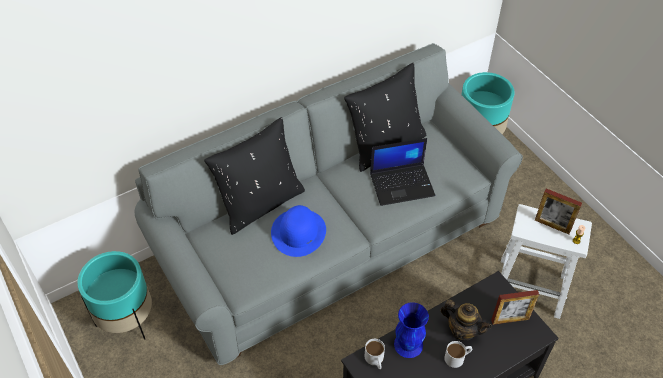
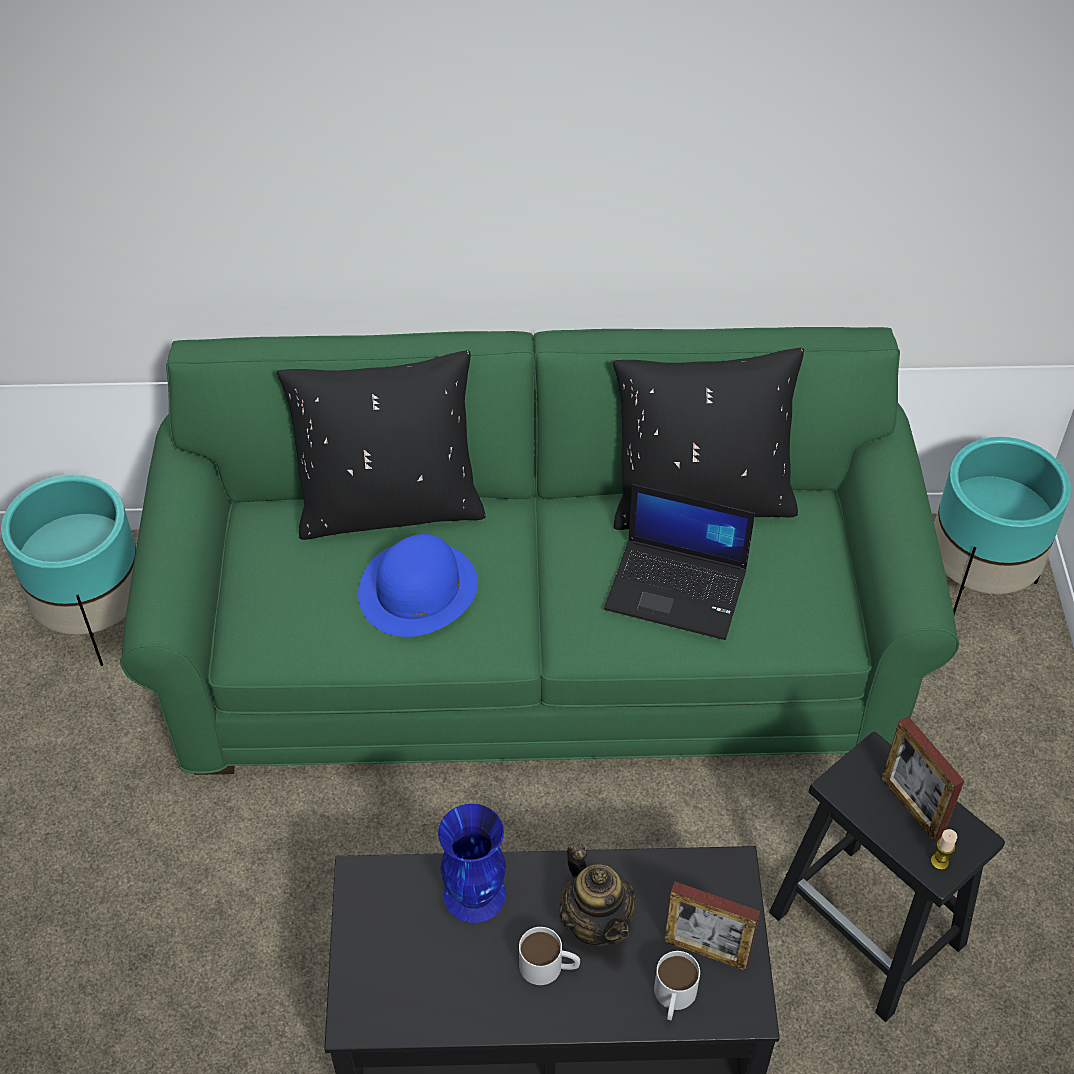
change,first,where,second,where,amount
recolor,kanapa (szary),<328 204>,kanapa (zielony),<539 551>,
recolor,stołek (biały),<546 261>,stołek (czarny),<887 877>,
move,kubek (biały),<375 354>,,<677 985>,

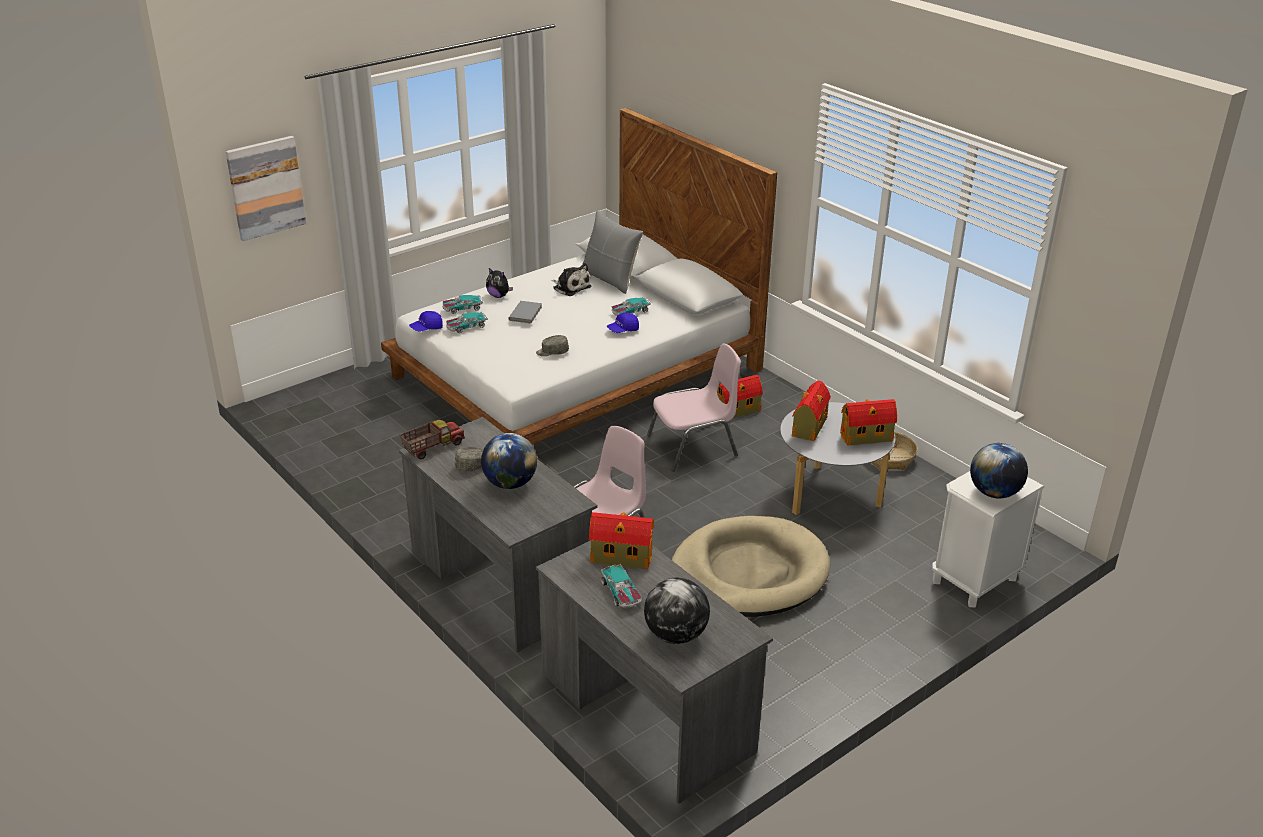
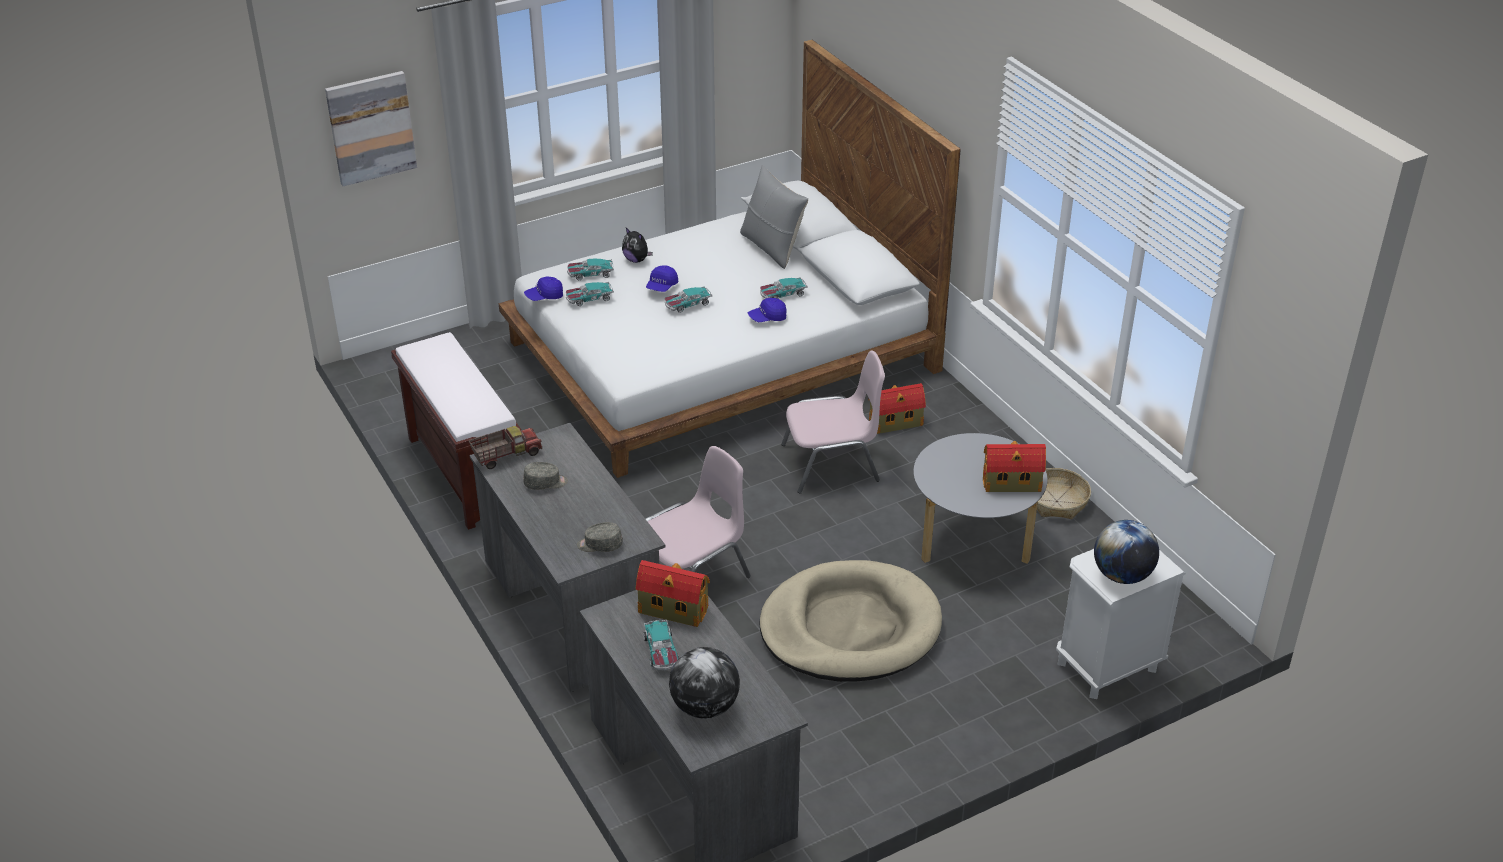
change,first,where,second,where,amount
delete,pluszak,<571 279>,,,
replace,książka (szary),<525 312>,czapka z daszkiem (niebieski),<662 278>,
move,czapka z daszkiem (szary),<552 345>,,<600 537>,
delete,domek,<811 411>,,,
delete,globus,<509 461>,,,
insert,,,samochodzik,<688 299>,
insert,,,ławka (brązowy),<456 431>,

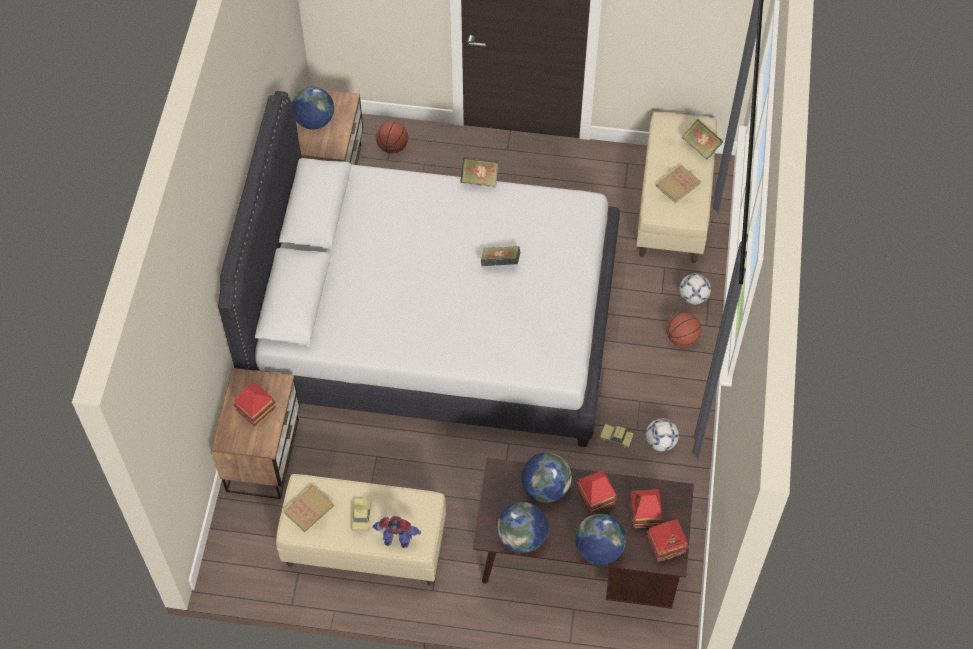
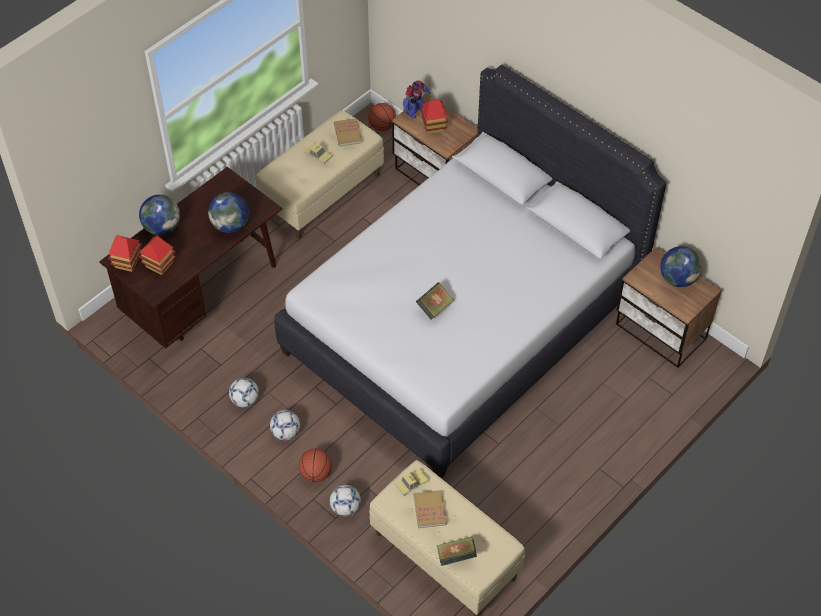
change,first,where,second,where,amount
move,piłka do koszykówki,<392 137>,,<382 117>,
delete,książka,<479 172>,,,
move,samochodzik,<617 436>,,<411 482>,
delete,domek,<597 492>,,,
delete,globus,<522 527>,,,
move,robot zabawkowy,<397 532>,,<416 99>,
insert,,,piłka futbolowa,<285 425>,

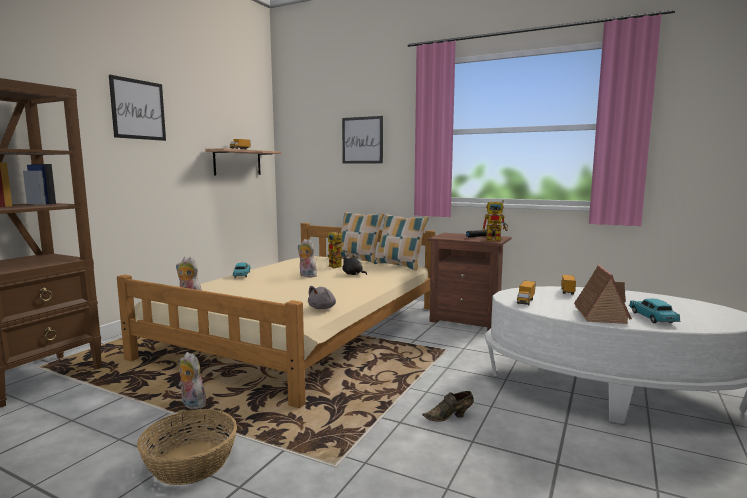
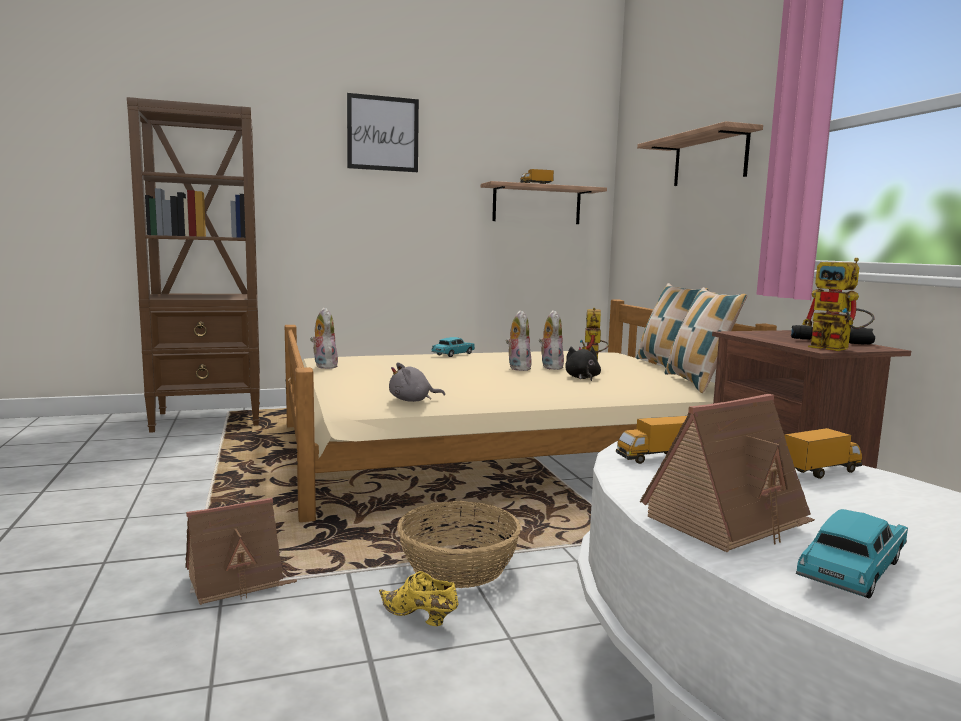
change,first,where,second,where,amount
replace,obraz,<362 140>,półka,<700 153>,
move,pluszak,<192 380>,,<551 340>,
recolor,but (brązowy),<448 406>,but (żółty),<419 598>,
move,koszyk,<187 447>,,<459 544>,
insert,,,domek,<241 551>,

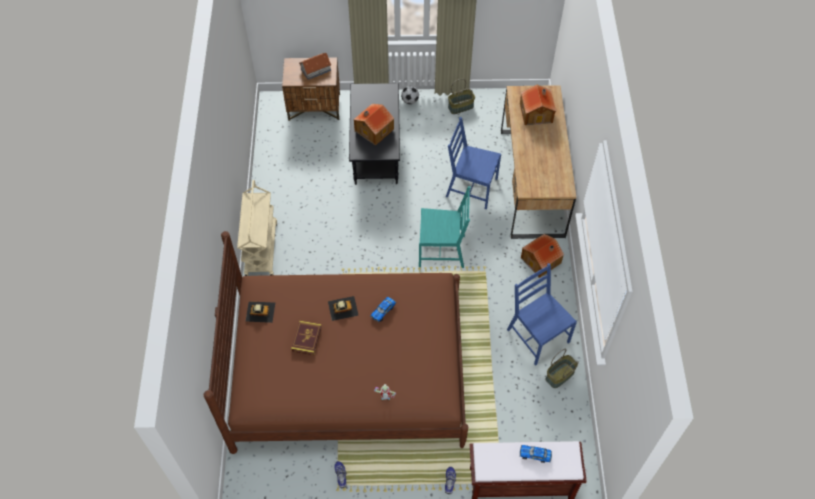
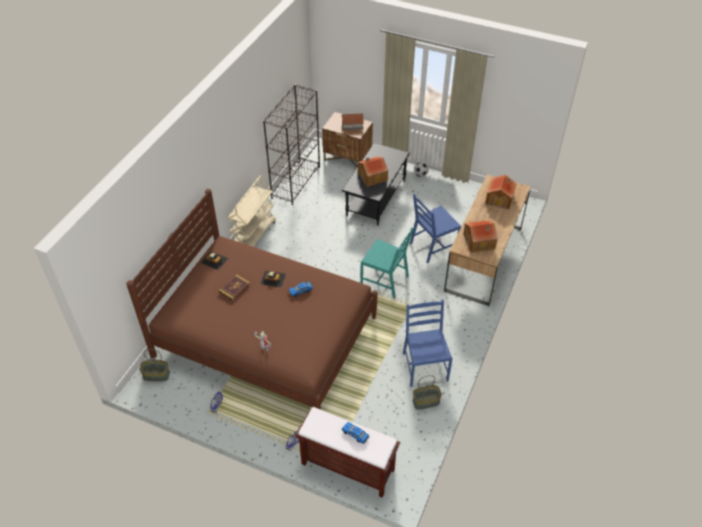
change,first,where,second,where,amount
move,koszyk,<461 96>,,<154 365>,
rotate,krzesło (niebieski),<473 163>,,<435 228>,75 degrees counterclockwise
move,domek,<542 256>,,<480 236>,
insert,,,regał (czarny),<291 144>,

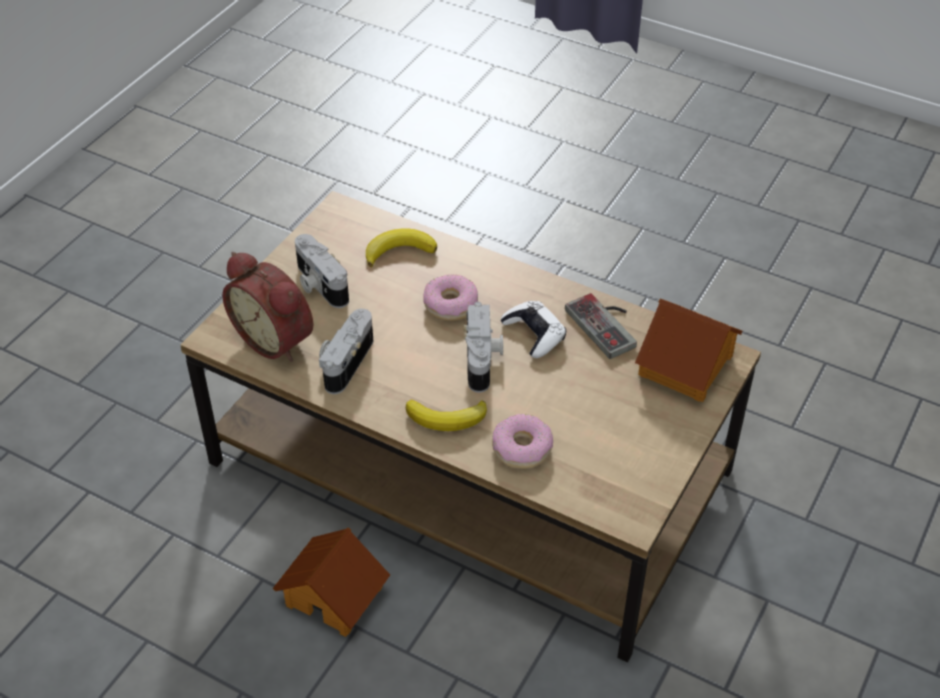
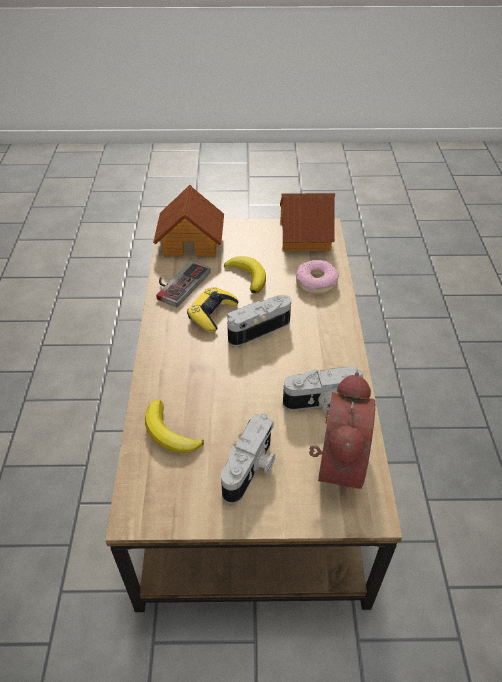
change,first,where,second,where,amount
delete,donut,<450 297>,,,
recolor,pad do gier (biały),<533 329>,pad do gier (żółty),<212 309>,
move,banan,<446 415>,,<245 274>,
move,domek,<331 582>,,<307 222>,

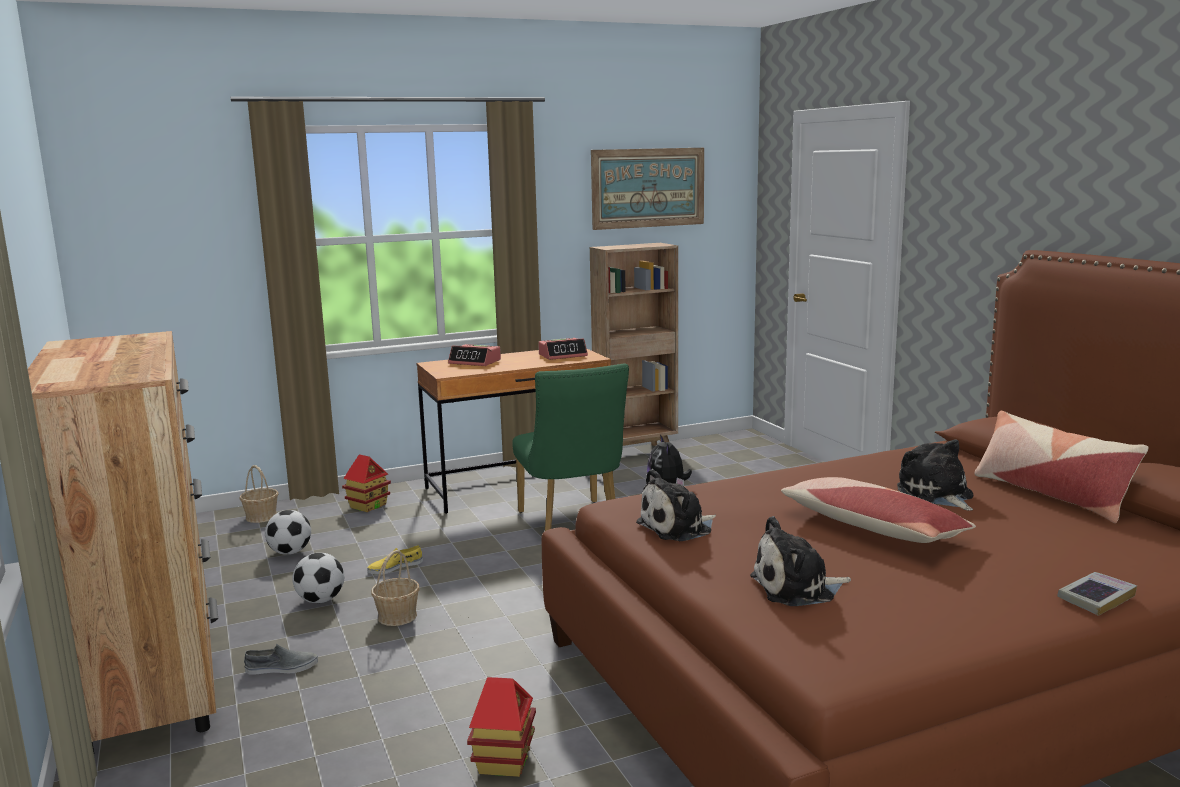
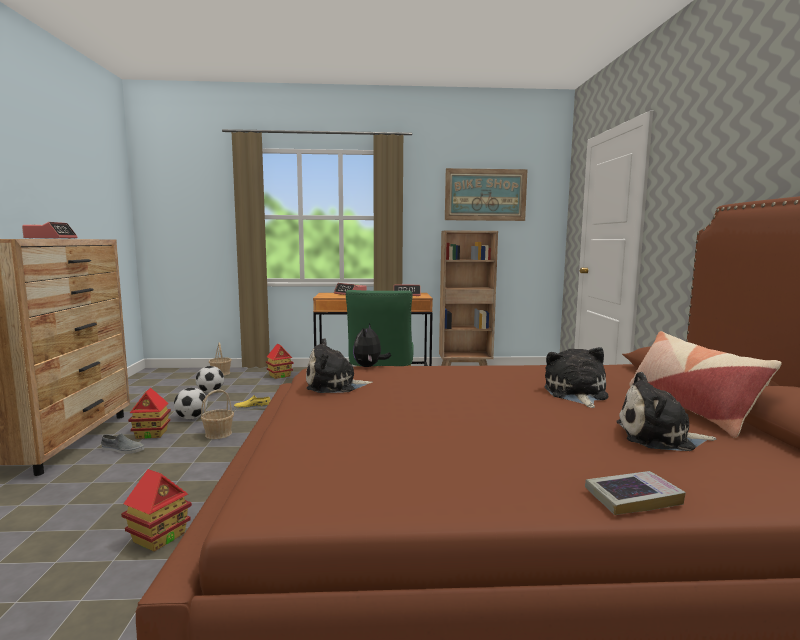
change,first,where,second,where,amount
delete,poduszka,<878 510>,,,
move,pluszak,<800 561>,,<666 411>,
insert,,,budzik,<49 230>,
insert,,,domek,<149 413>,

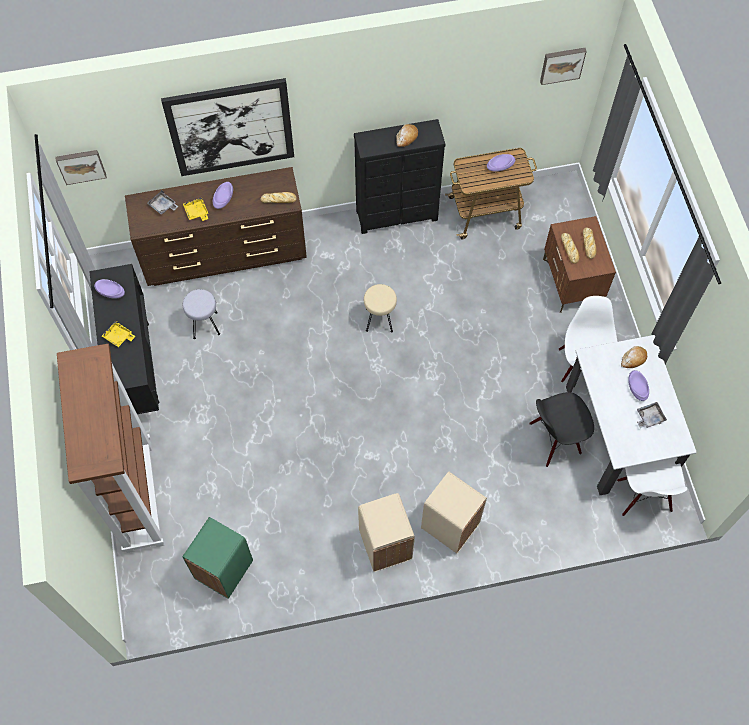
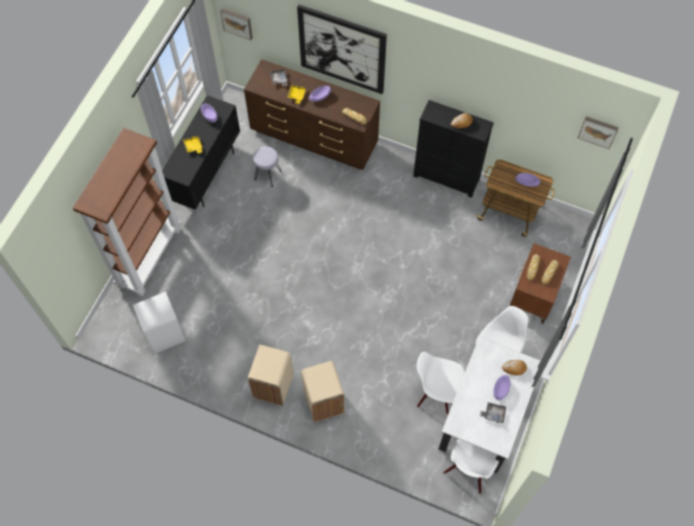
change,first,where,second,where,amount
delete,stołek (beżowy),<380 308>,,,
recolor,krzesło (czarny),<561 429>,krzesło (biały),<441 383>,
recolor,kosz na śmieci (zielony),<217 558>,kosz na śmieci (biały),<159 323>,

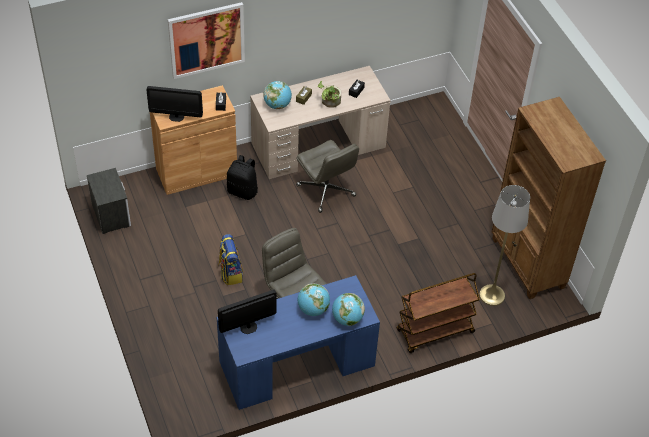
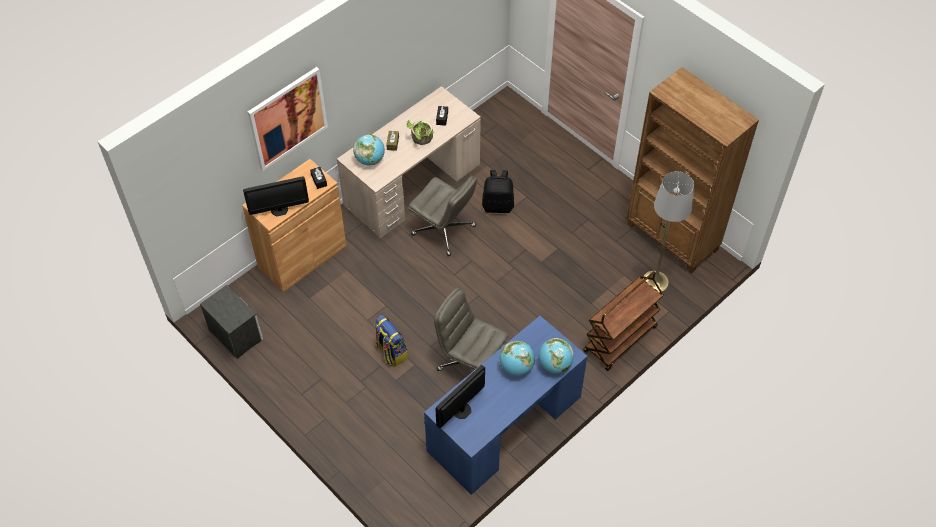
change,first,where,second,where,amount
move,plecak (czarny),<242 177>,,<498 191>,

